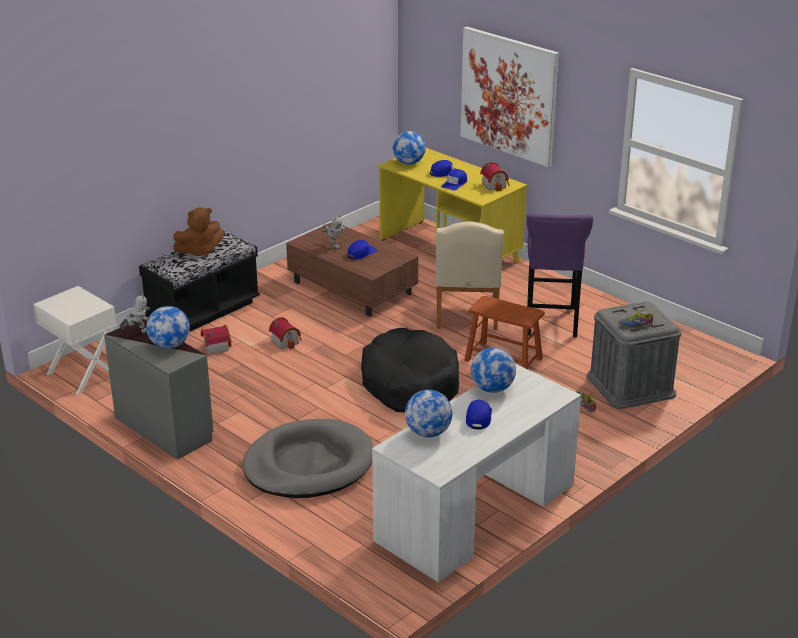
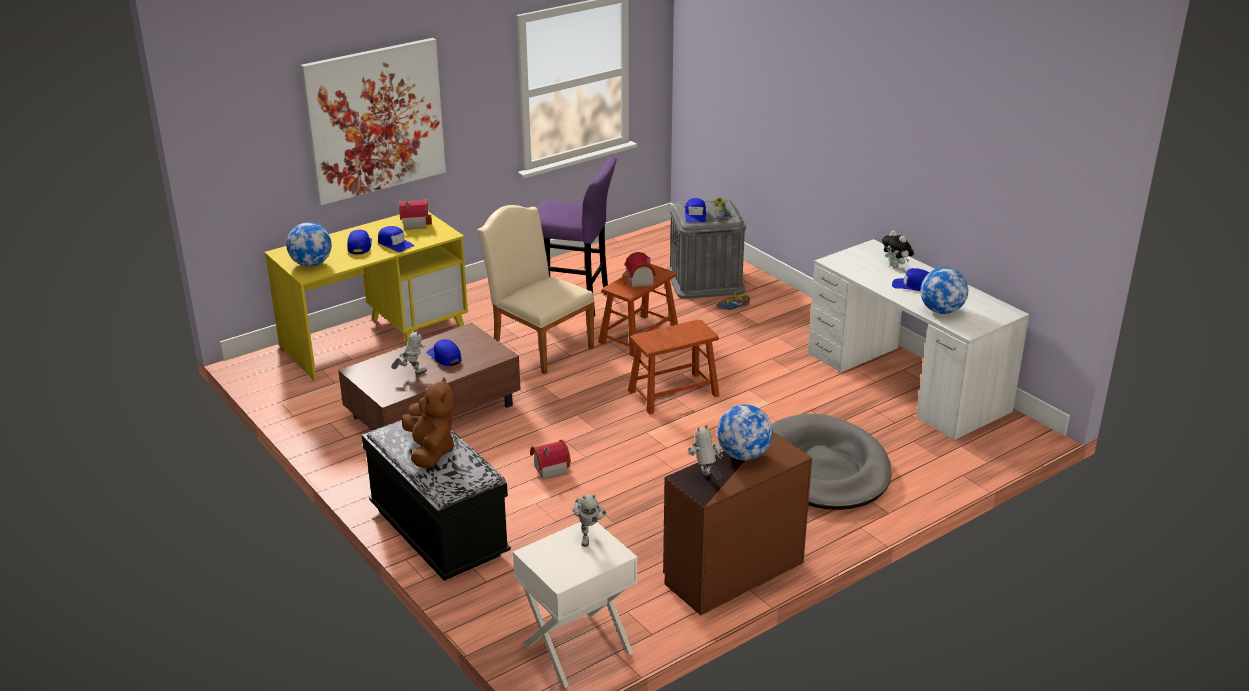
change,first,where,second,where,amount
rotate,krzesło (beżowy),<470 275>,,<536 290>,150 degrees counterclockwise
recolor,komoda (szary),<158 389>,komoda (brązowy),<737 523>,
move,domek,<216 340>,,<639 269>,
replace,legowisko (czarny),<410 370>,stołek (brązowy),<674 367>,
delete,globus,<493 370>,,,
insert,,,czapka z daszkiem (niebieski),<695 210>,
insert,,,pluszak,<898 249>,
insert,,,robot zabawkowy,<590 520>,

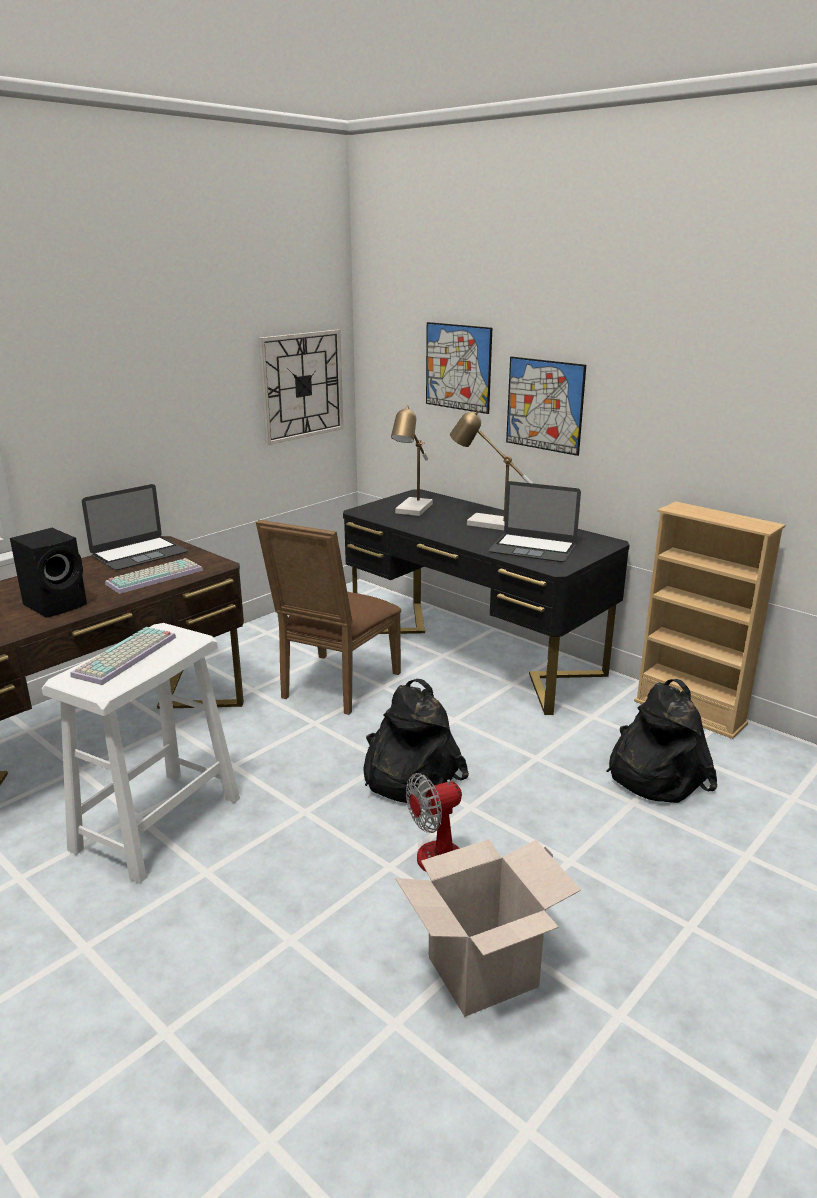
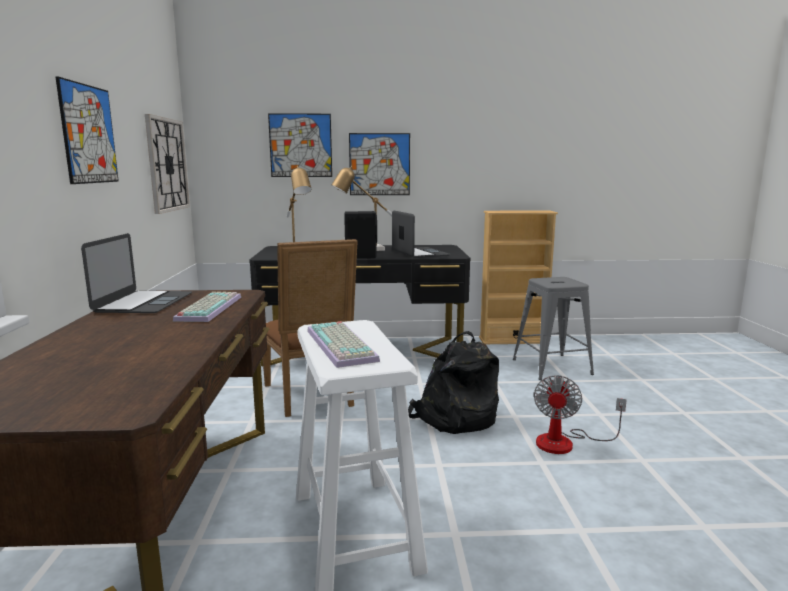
change,first,where,second,where,amount
rotate,laptop,<535 521>,,<421 234>,90 degrees counterclockwise
move,głośnik (czarny),<48 573>,,<360 235>,
replace,plecak (czarny),<662 741>,stołek (szary),<553 328>,
delete,karton,<488 928>,,,
insert,,,obraz,<87 130>,

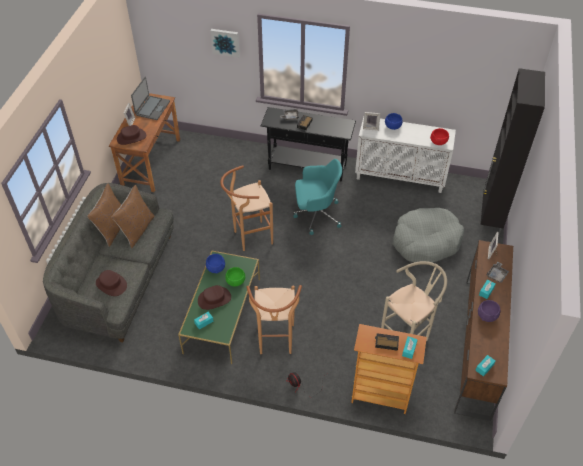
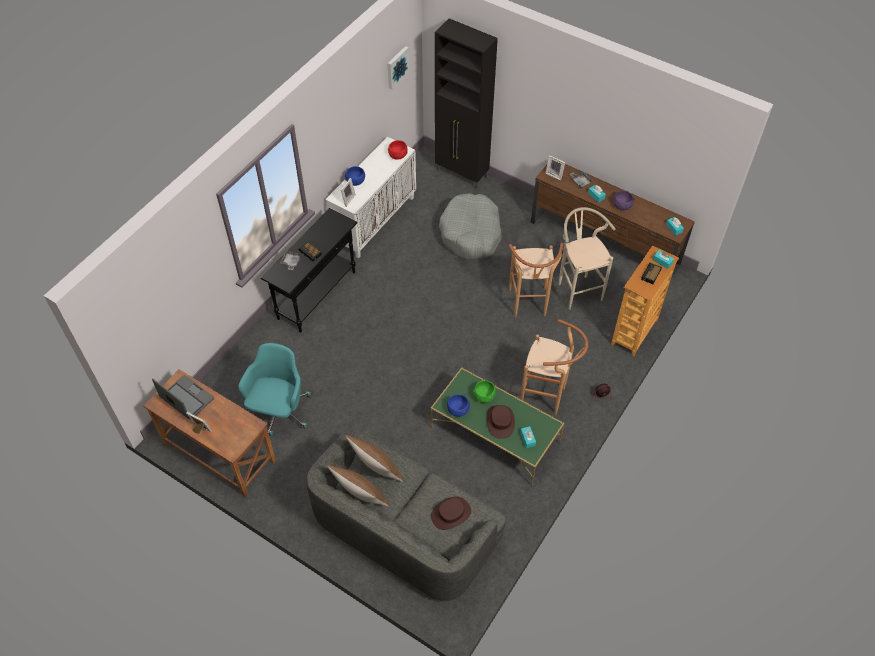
change,first,where,second,where,amount
move,obraz,<225 43>,,<398 67>,
delete,kapelusz (brązowy),<131 135>,,,
move,krzesło biurowe (turkusowy),<317 197>,,<274 389>,
move,stołek (brązowy),<246 208>,,<536 280>,

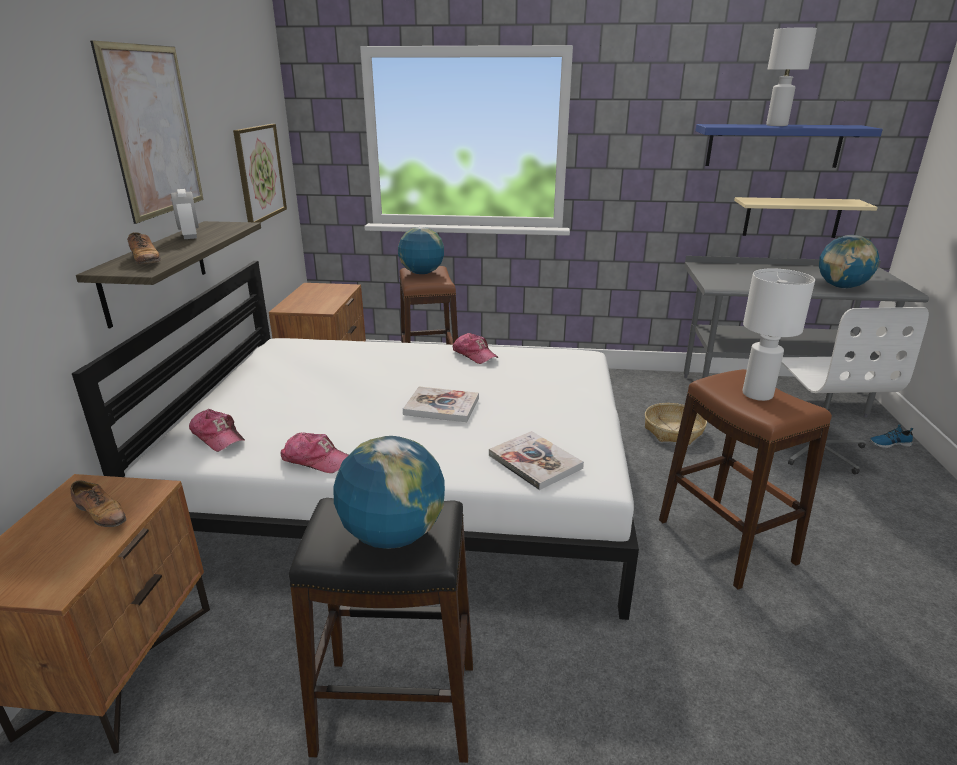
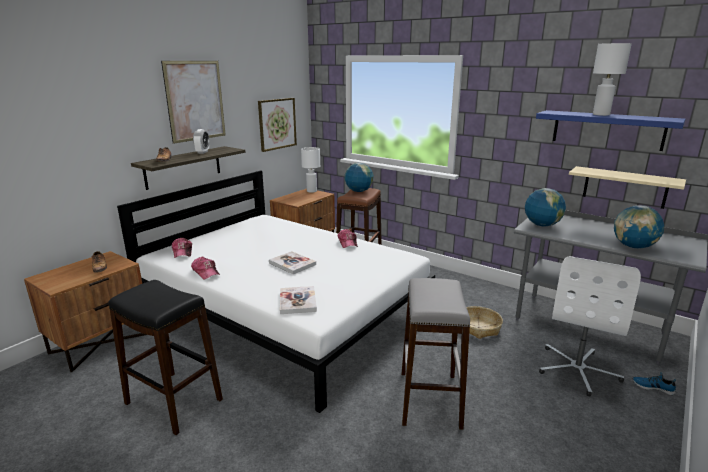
change,first,where,second,where,amount
move,lampa stołowa (biały),<779 334>,,<310 170>,
recolor,stołek (brązowy),<745 479>,stołek (szary),<436 354>,
move,globus,<389 492>,,<545 207>,

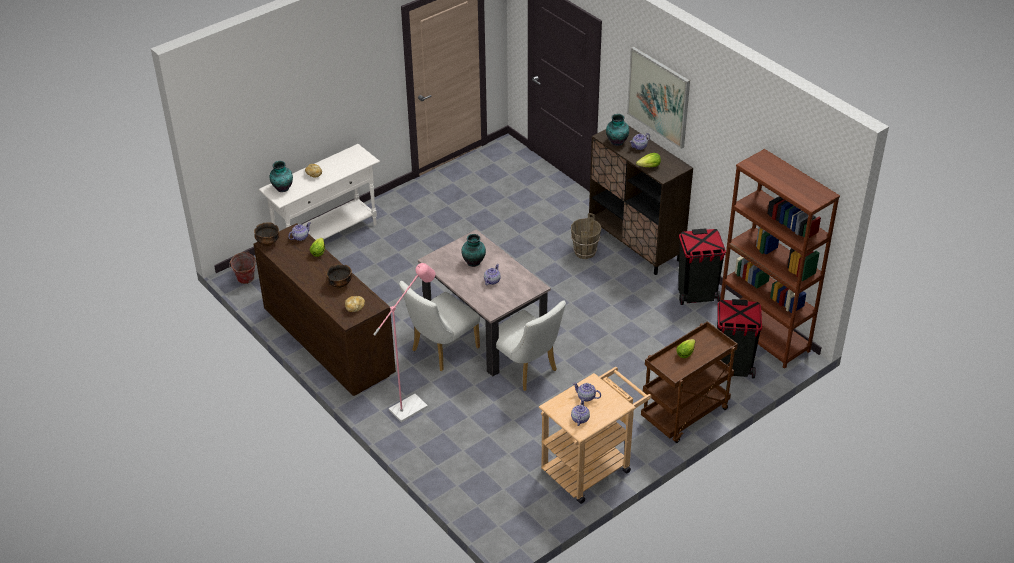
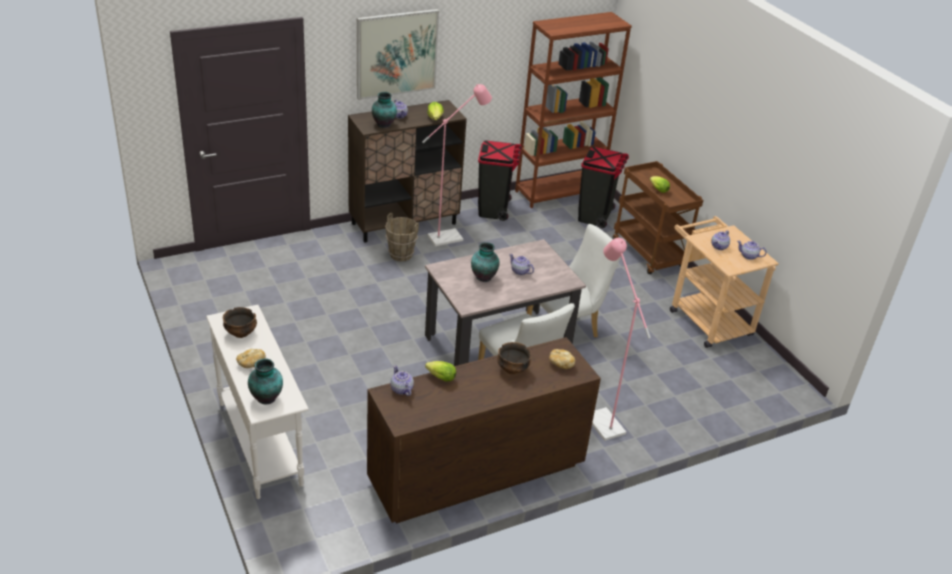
change,first,where,second,where,amount
move,miska,<267 234>,,<240 322>,
delete,wiadro,<242 267>,,,
insert,,,lampa stojąca (różowy),<457 165>,

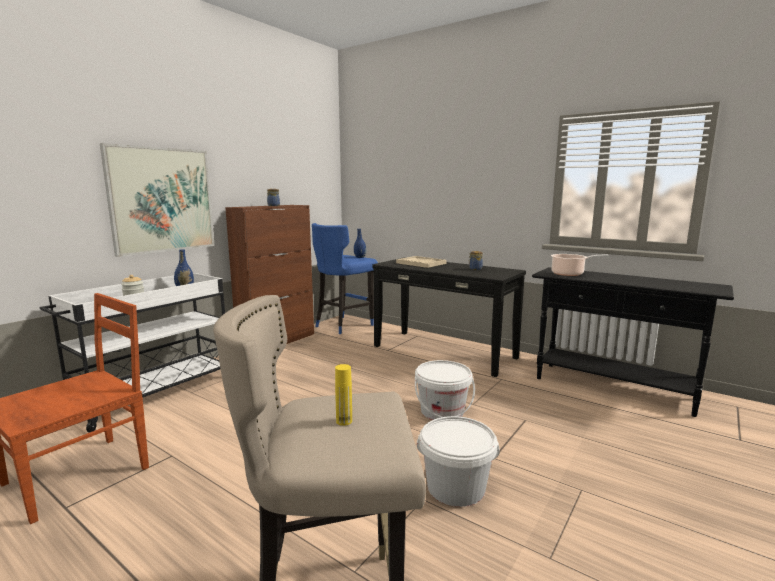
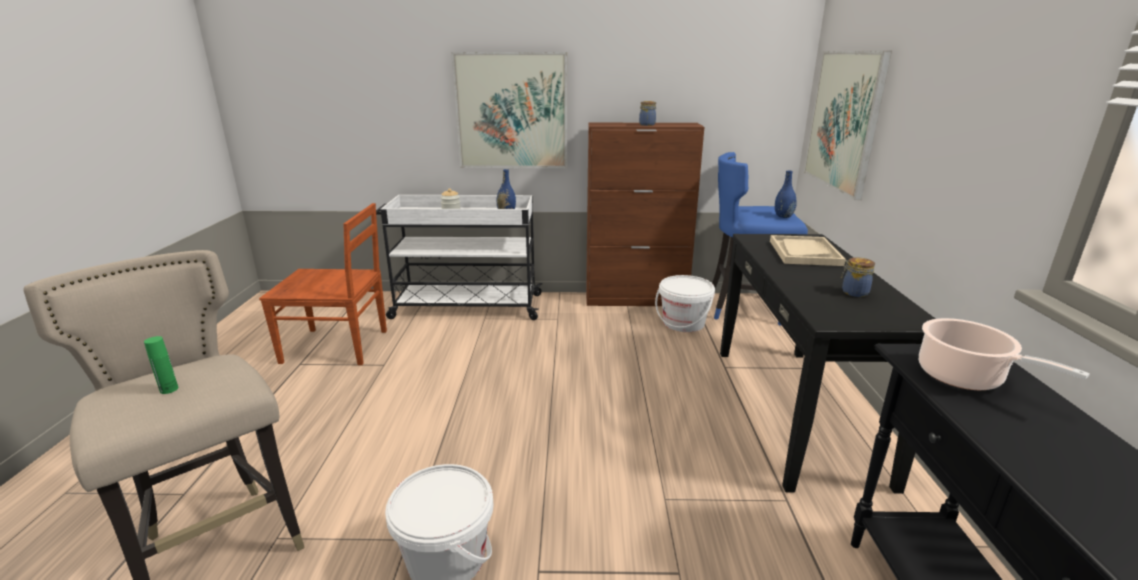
change,first,where,second,where,amount
move,wiadro (biały),<445 390>,,<685 303>,
recolor,butelka (żółty),<343 395>,butelka (zielony),<161 365>,
insert,,,obraz,<848 125>,

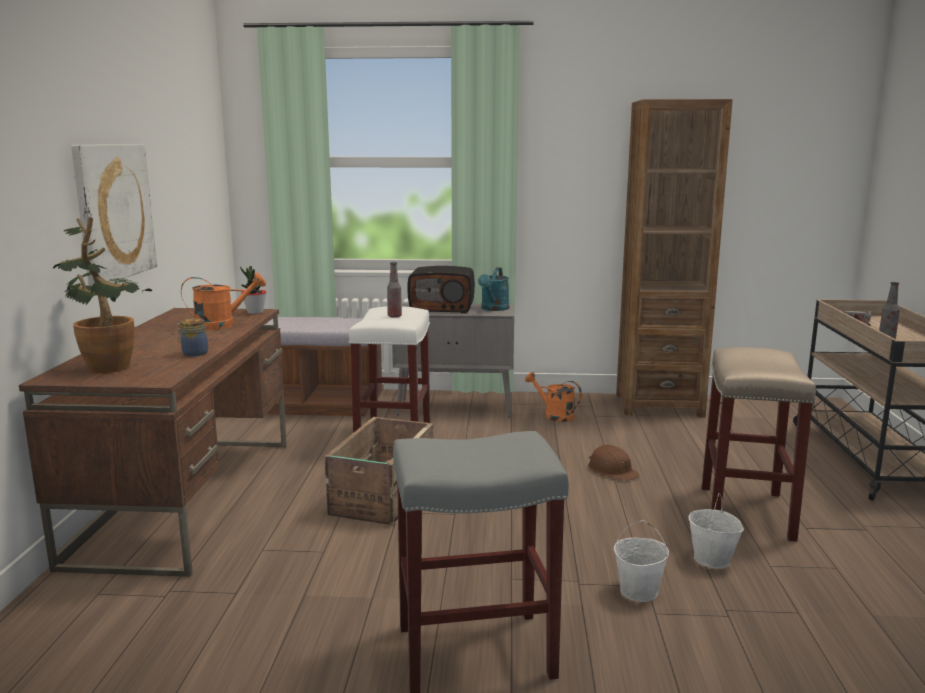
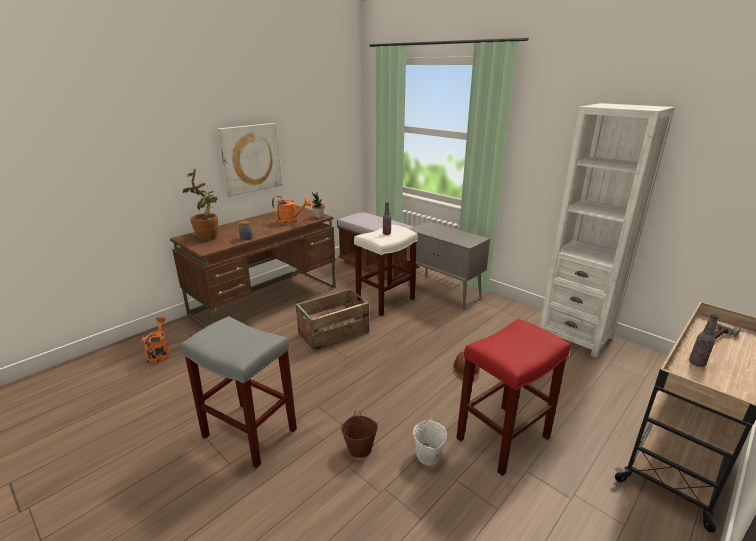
change,first,where,second,where,amount
recolor,regał (brązowy),<674 258>,regał (biały),<607 230>,
delete,radio,<441 289>,,,
delete,konewka (turkusowy),<493 289>,,,
recolor,stołek (beżowy),<759 444>,stołek (czerwony),<513 397>,
move,konewka (pomarańczowy),<553 397>,,<156 340>,
recolor,wiadro (biały),<641 561>,wiadro (brązowy),<359 434>,

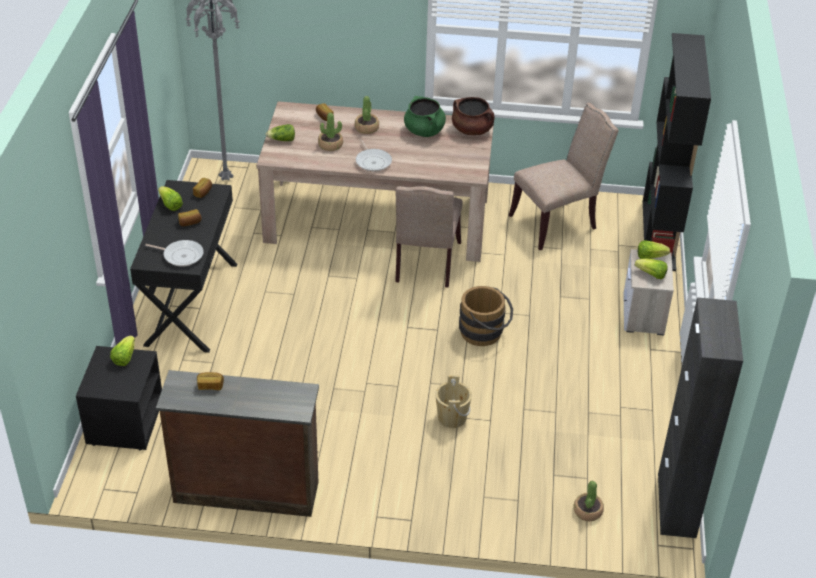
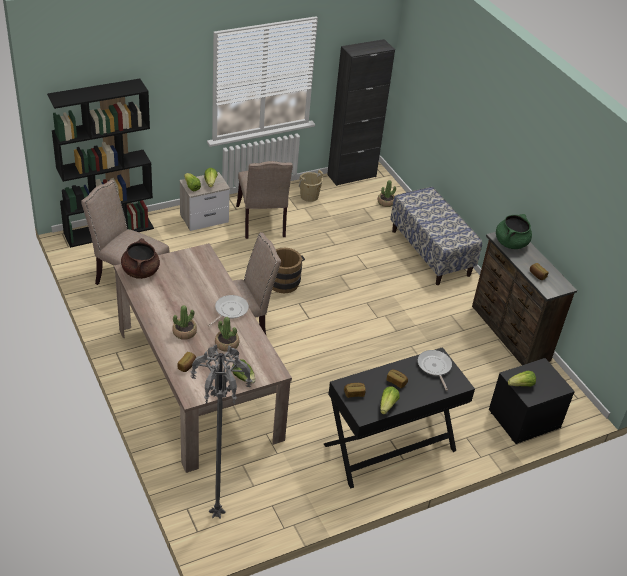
change,first,where,second,where,amount
move,garnek (zielony),<425 116>,,<514 231>,
move,wiadro (beżowy),<453 401>,,<311 186>,
insert,,,krzesło (beżowy),<264 200>,
insert,,,ławka,<436 236>,

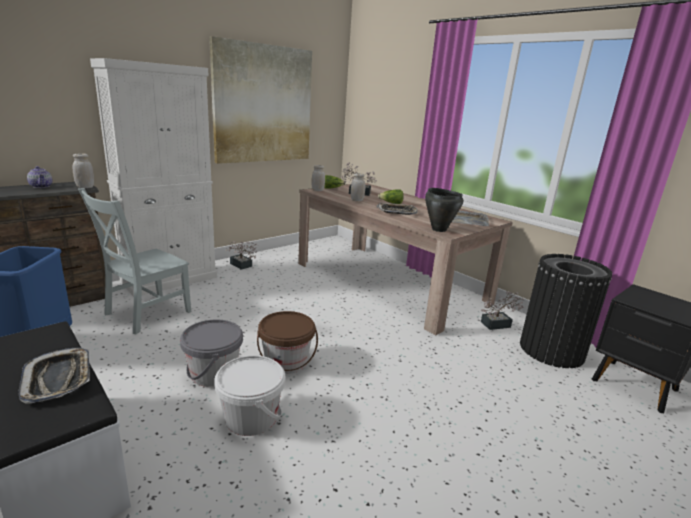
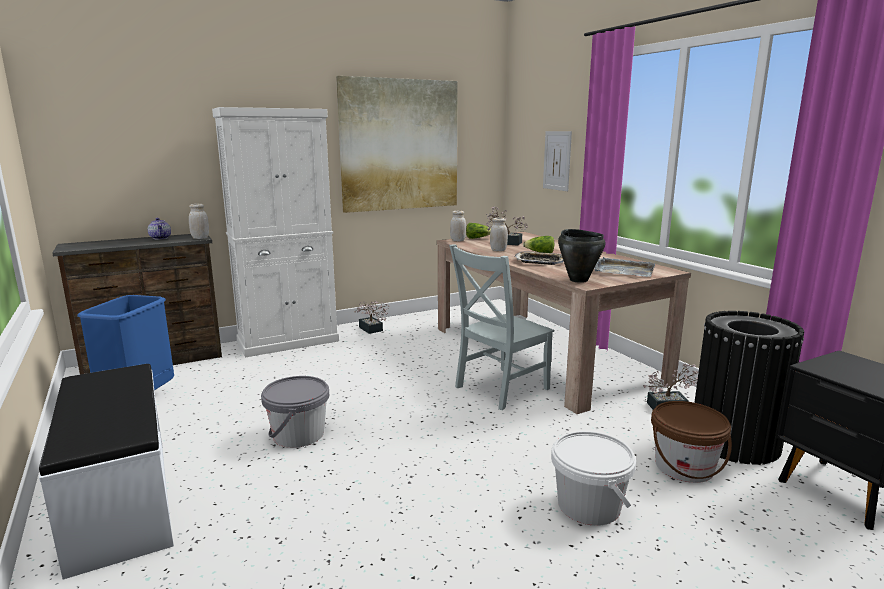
change,first,where,second,where,amount
move,krzesło (szary),<134 261>,,<501 327>,
move,wiadro (brązowy),<287 342>,,<691 442>,
delete,taca,<54 376>,,,
move,wiadro (biały),<249 395>,,<593 478>,
insert,,,obraz,<557 161>,

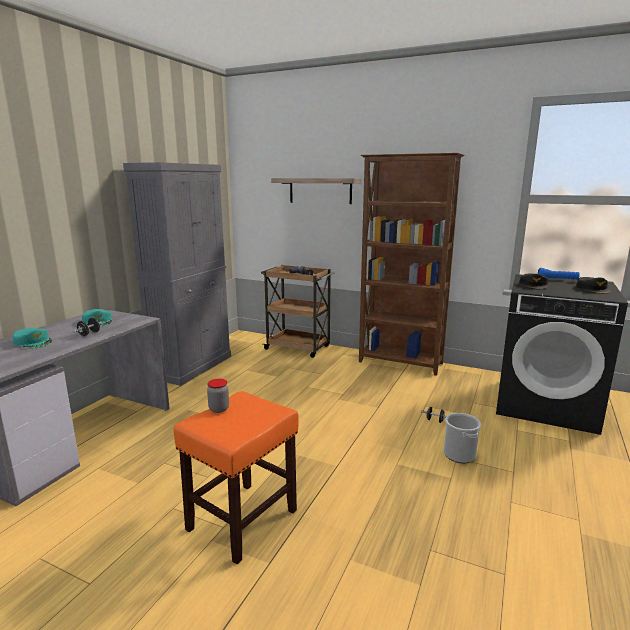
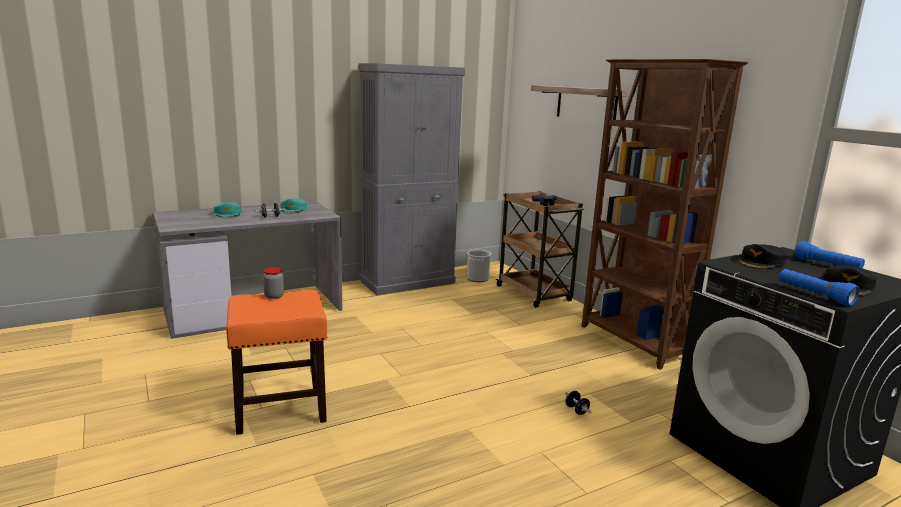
change,first,where,second,where,amount
move,wiadro,<462 438>,,<479 266>,
insert,,,latarka (niebieski),<819 287>,

